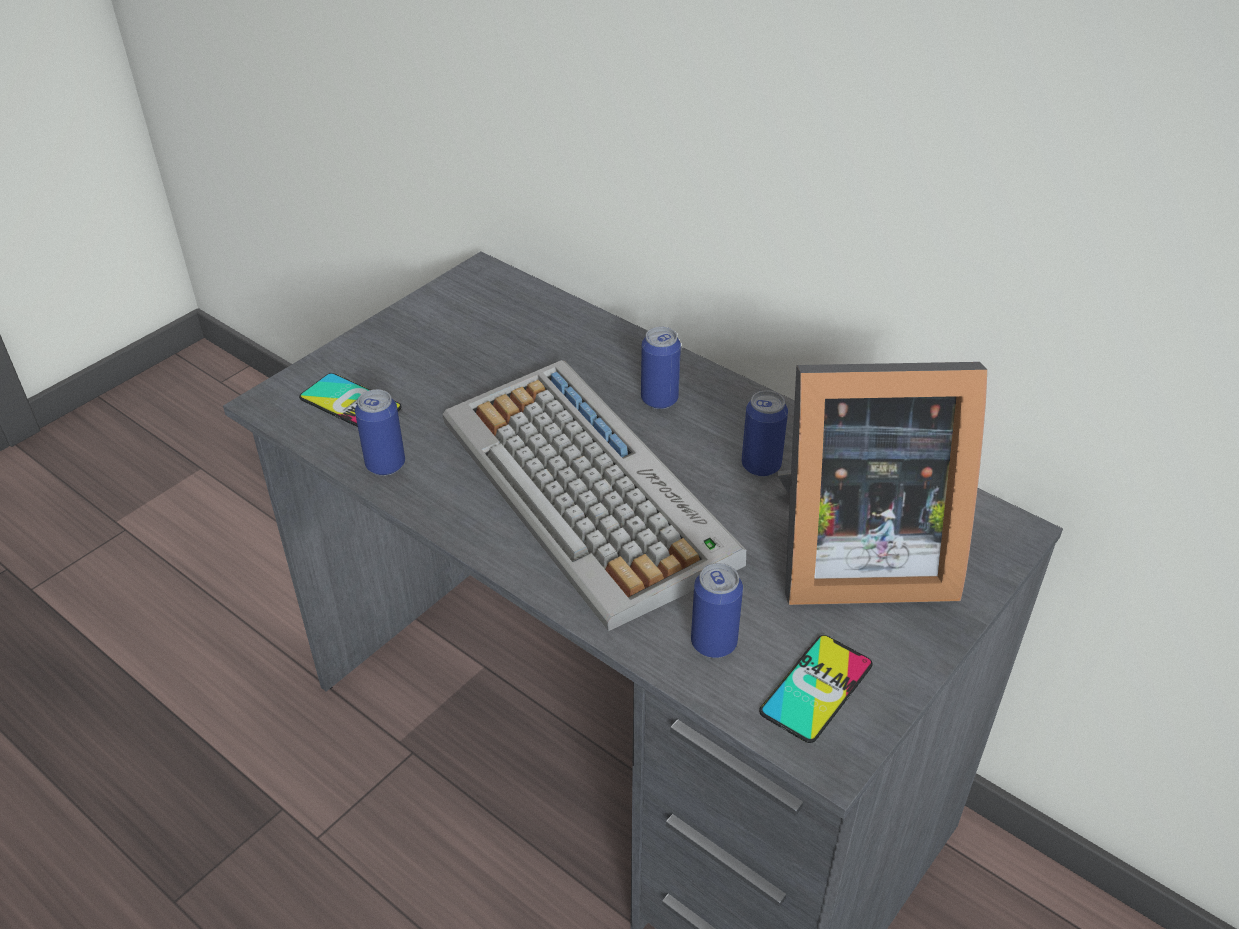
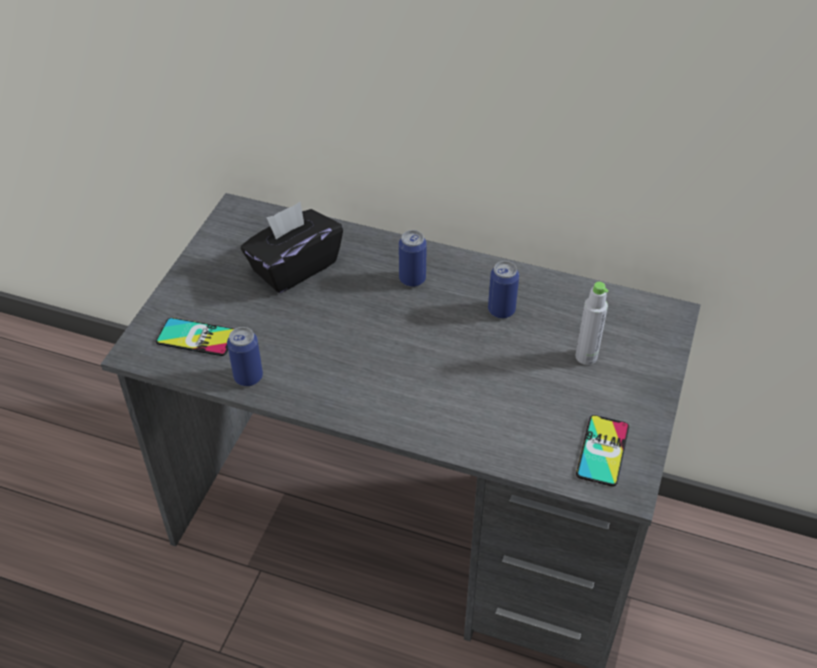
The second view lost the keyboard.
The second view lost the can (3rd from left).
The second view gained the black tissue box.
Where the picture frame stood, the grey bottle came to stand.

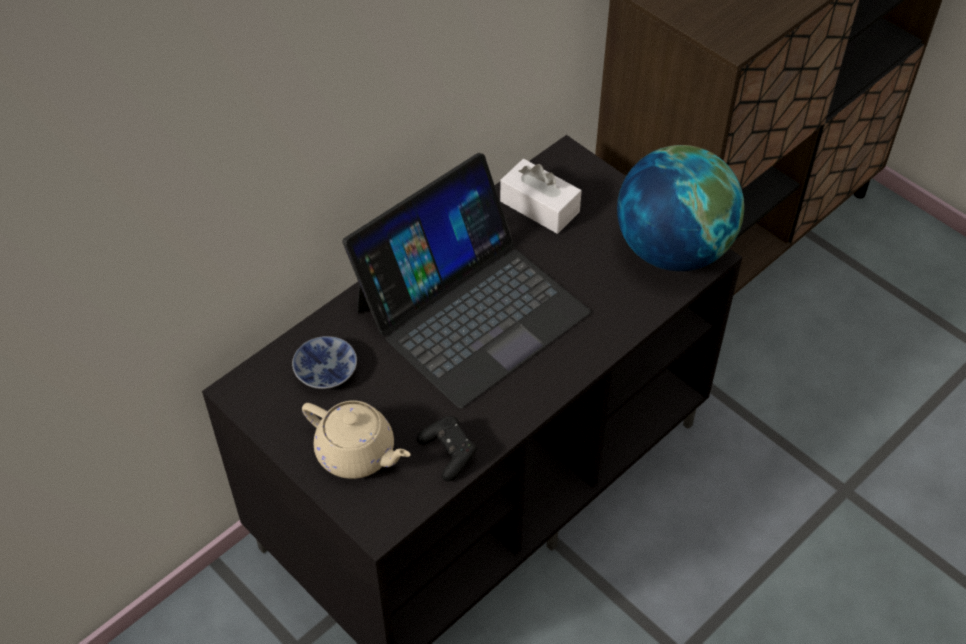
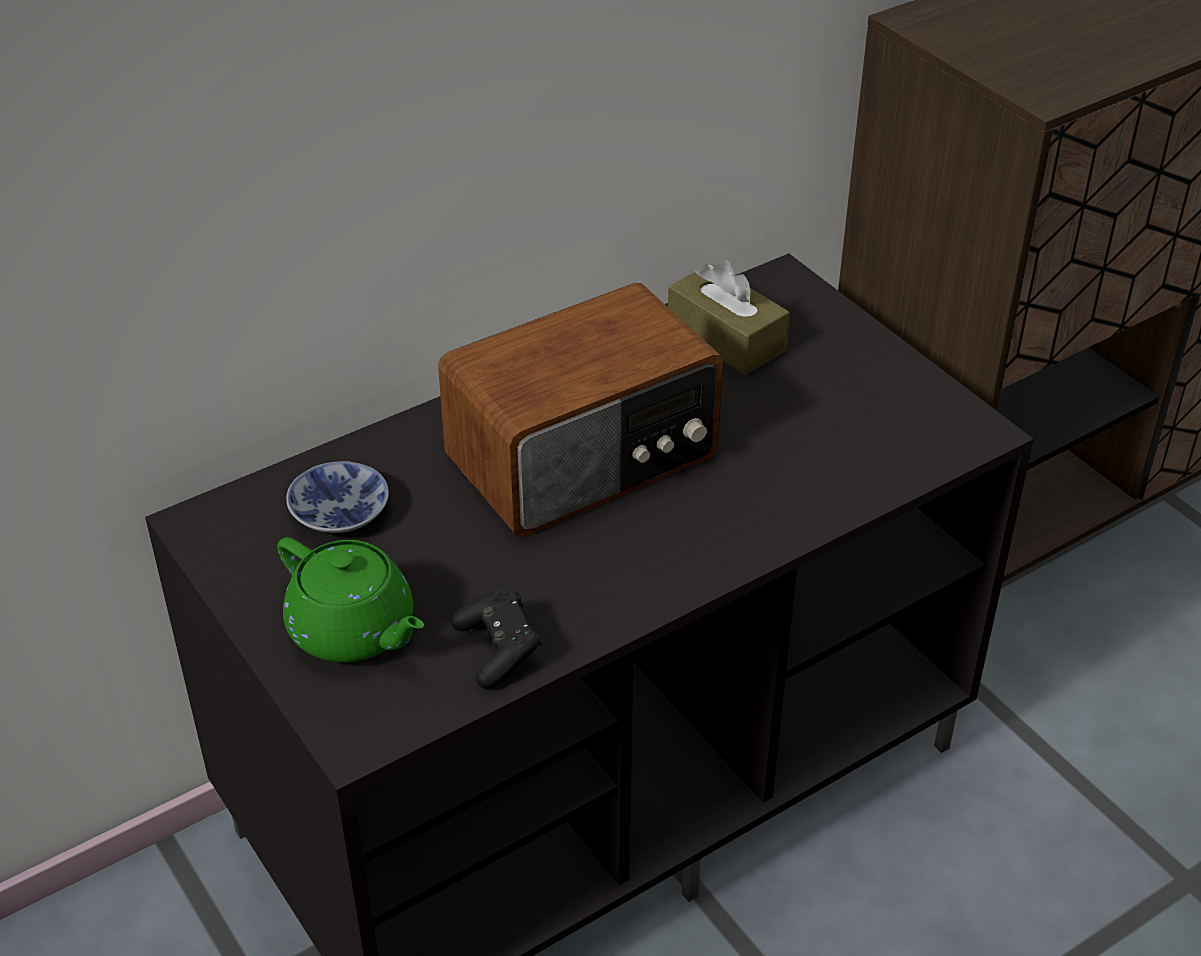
The second view lost the globe.
Where the laptop stood, the radio came to stand.
What was the beige teapot turned into the green teapot.
What was the white tissue box turned into the brown tissue box.

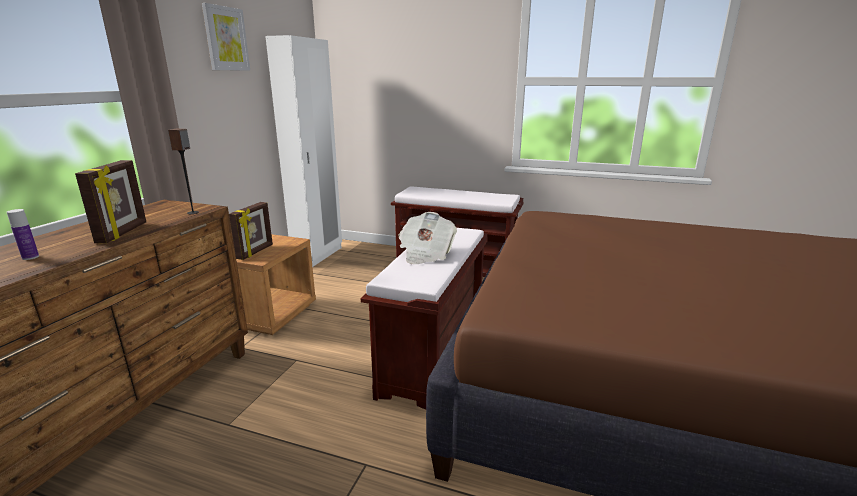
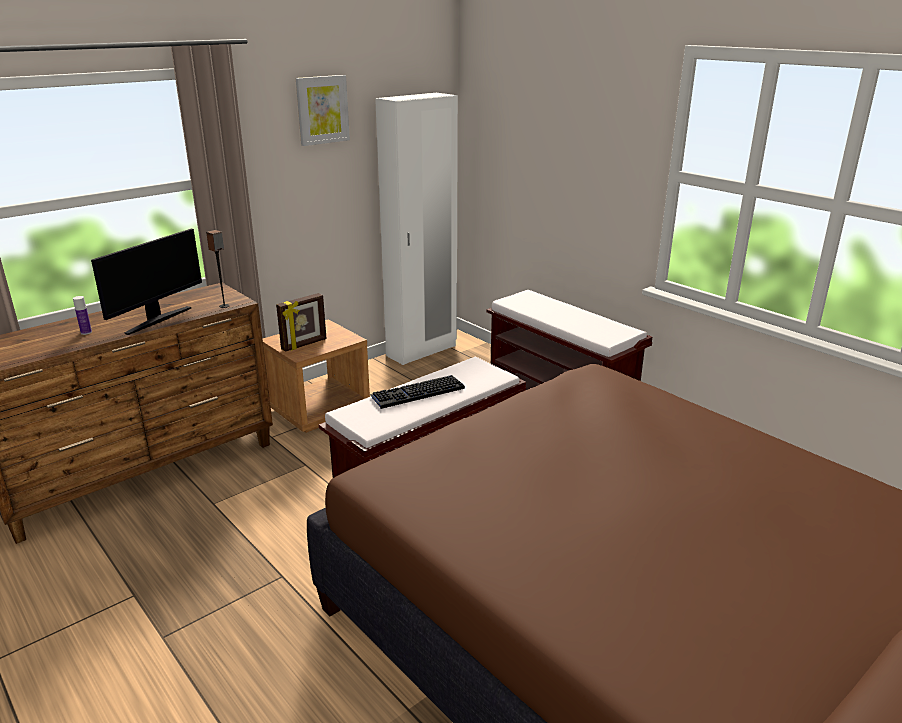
Where the picture frame (1st from left) stood, the monitor came to stand.
Where the newspaper stood, the keyboard came to stand.

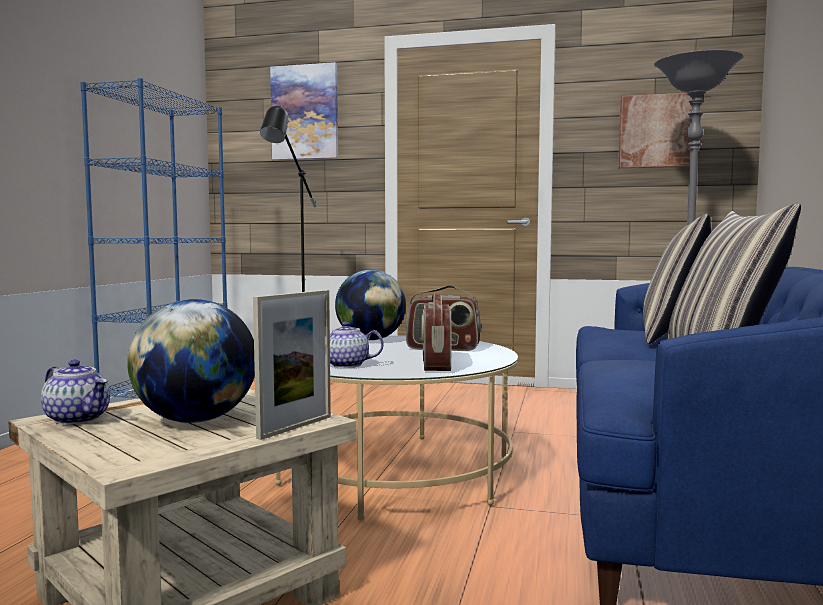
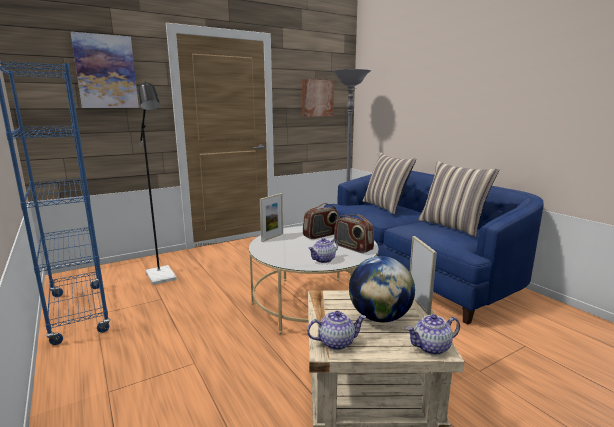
The second view gained the teapot (3rd from left).
Where the globe (2nd from left) stood, the picture frame (1st from left) came to stand.

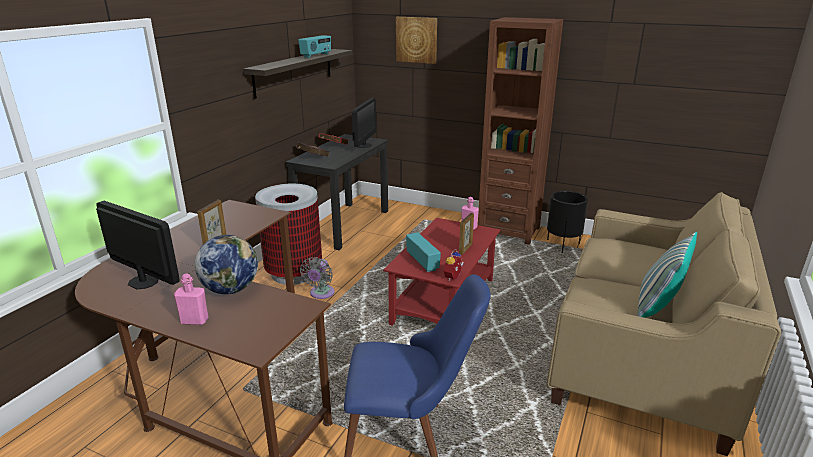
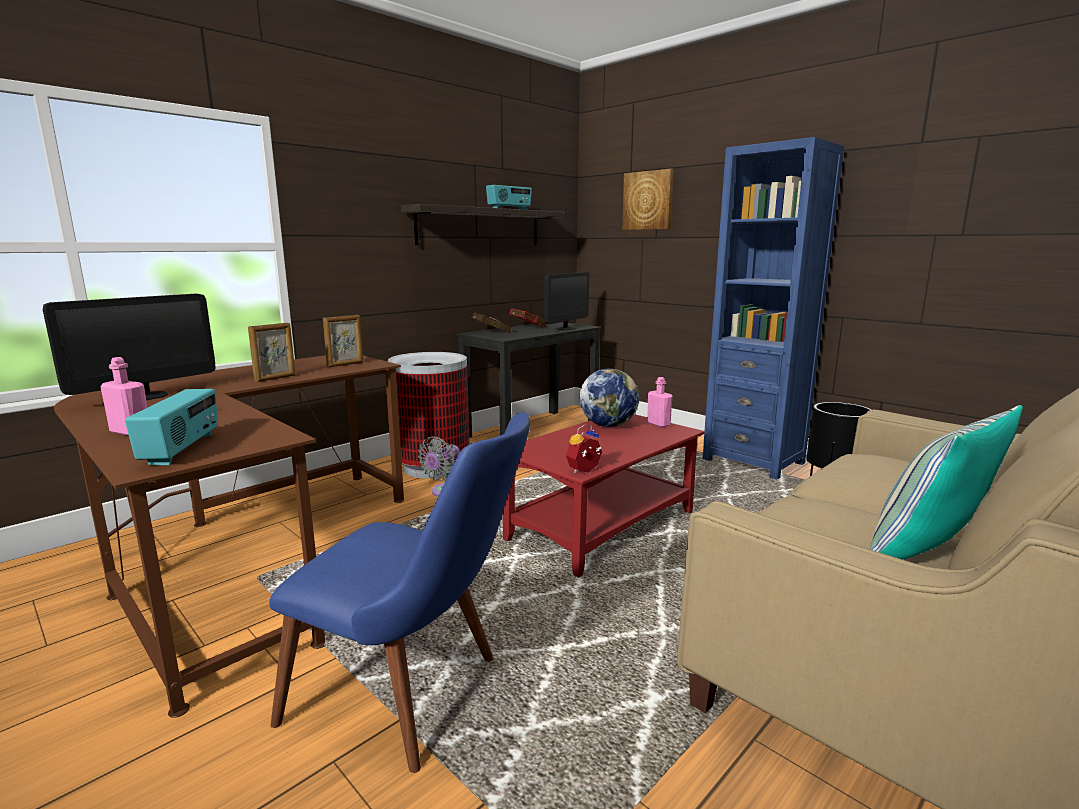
The globe ended up elsewhere.
The radio (2nd from left in the first image) ended up elsewhere.
The picture frame (2nd from left) ended up elsewhere.
What was the brown bookcase turned into the blue bookcase.
The monitor (1st from left) ended up facing another way, 75 degrees clockwise from before.

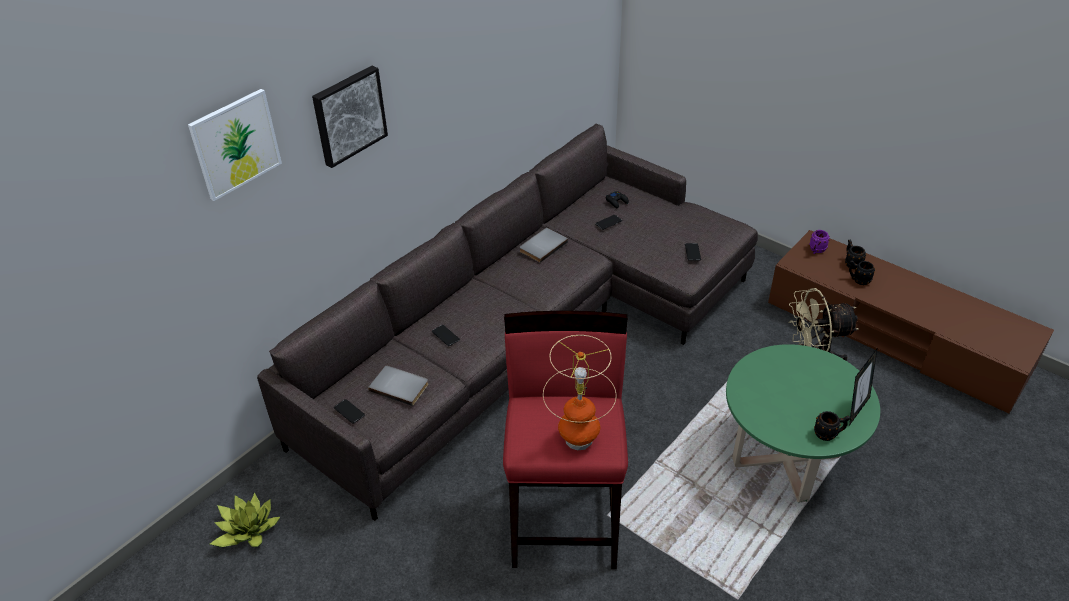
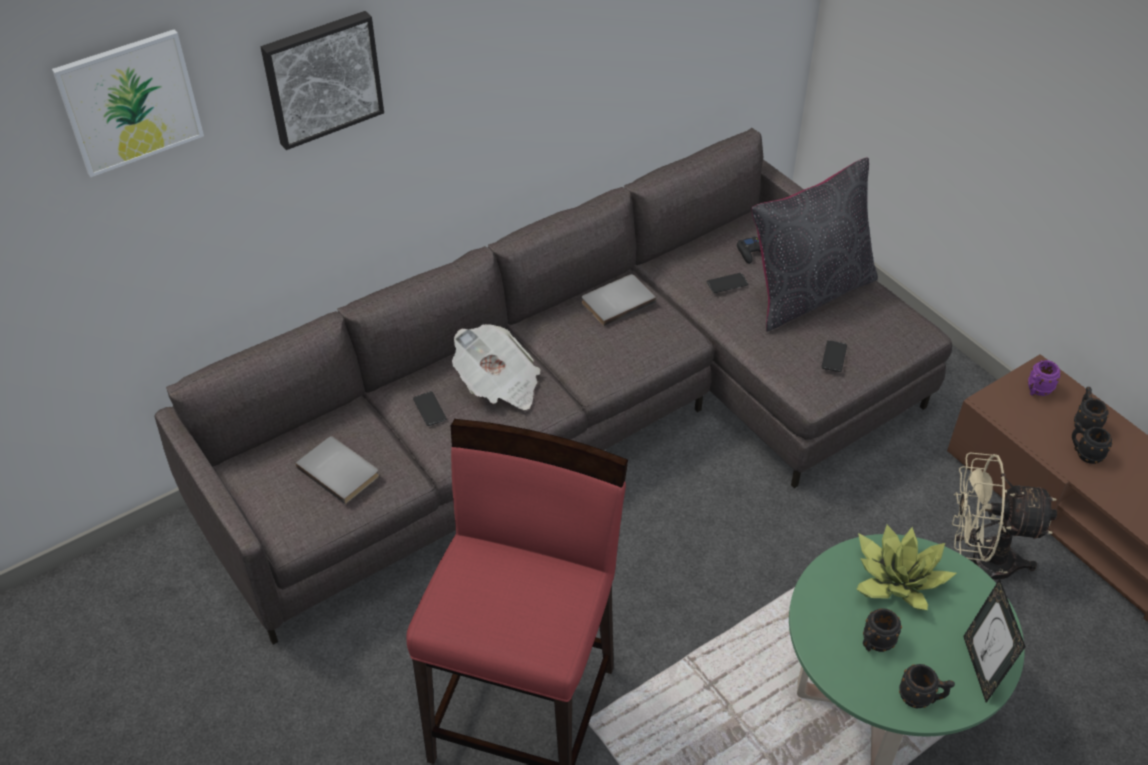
The second view lost the phone (1st from left).
The second view lost the table lamp.
The second view gained the newspaper.
The second view gained the black pillow.
The second view gained the black mug (1st from left).
The potted plant ended up elsewhere.
The picture frame ended up facing another way, 120 degrees clockwise from before.

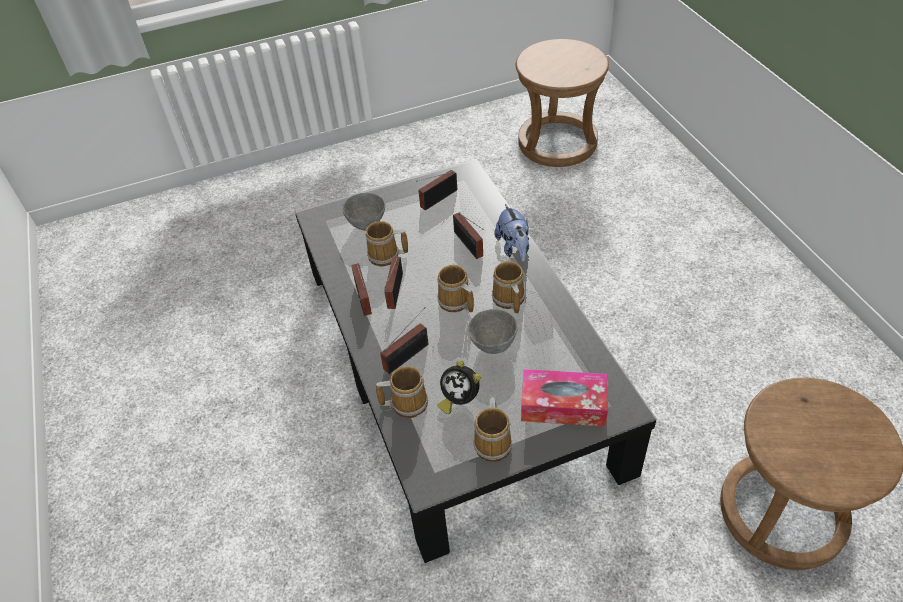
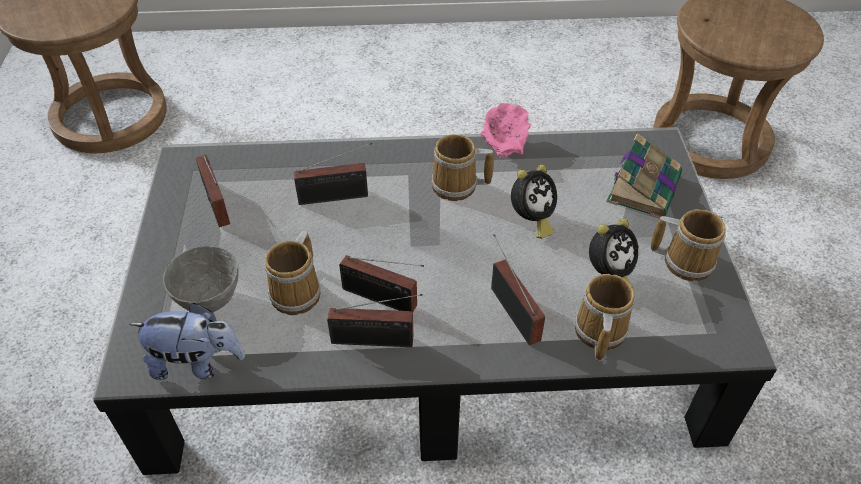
The second view lost the mug (3rd from left).
The second view gained the pink bowl.
The plush toy ended up elsewhere.
Where the grey bowl (2nd from left) stood, the alarm clock (1st from left) came to stand.
Where the tissue box stood, the book came to stand.

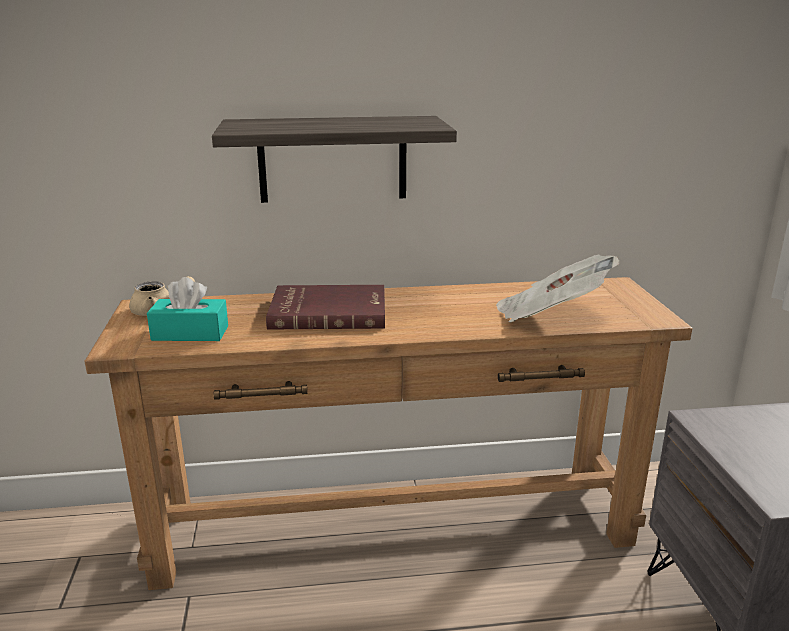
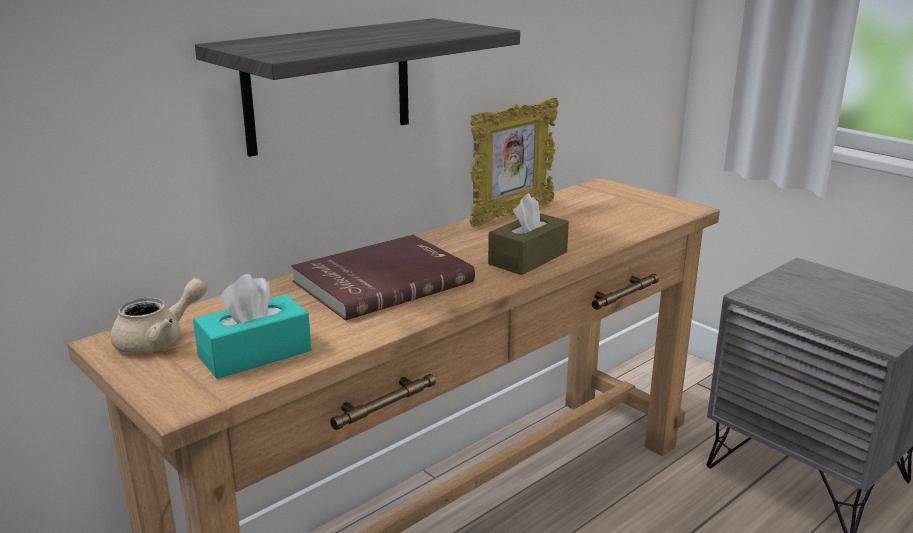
The second view lost the newspaper.
The second view gained the picture frame.
The second view gained the brown tissue box.

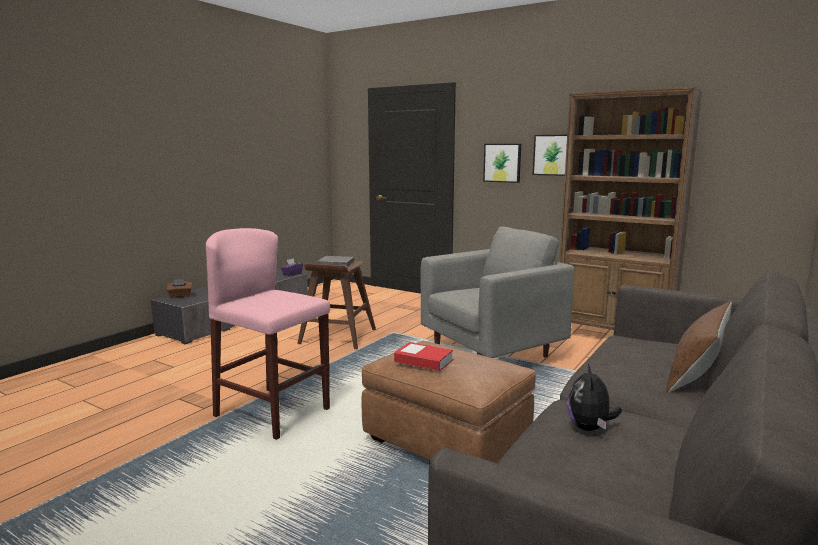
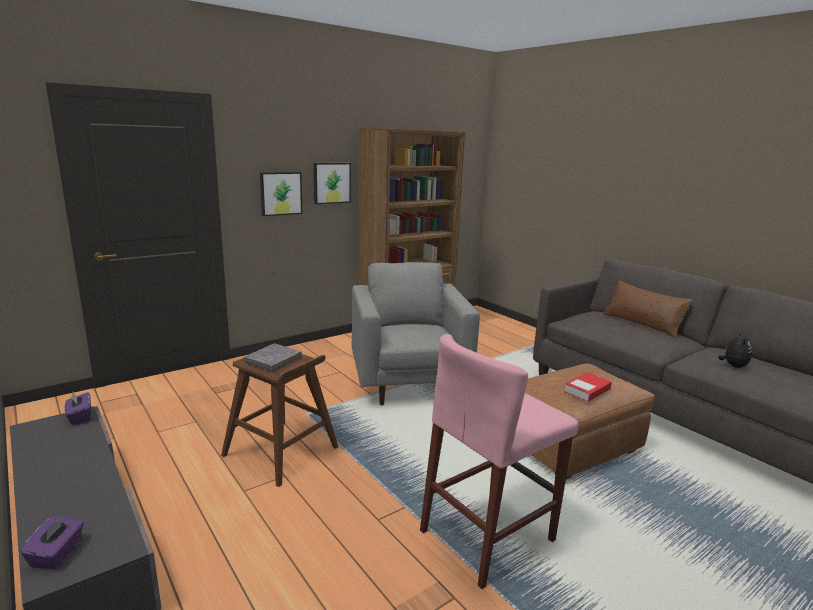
What was the brown tissue box turned into the purple tissue box (1st from left).
The plush toy ended up facing another way, 105 degrees counterclockwise from before.

